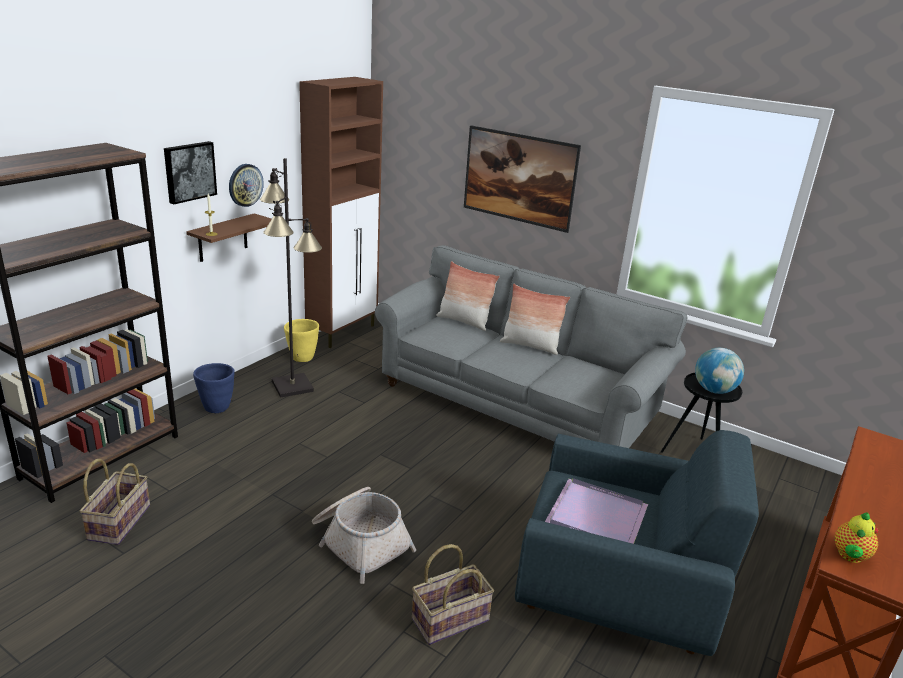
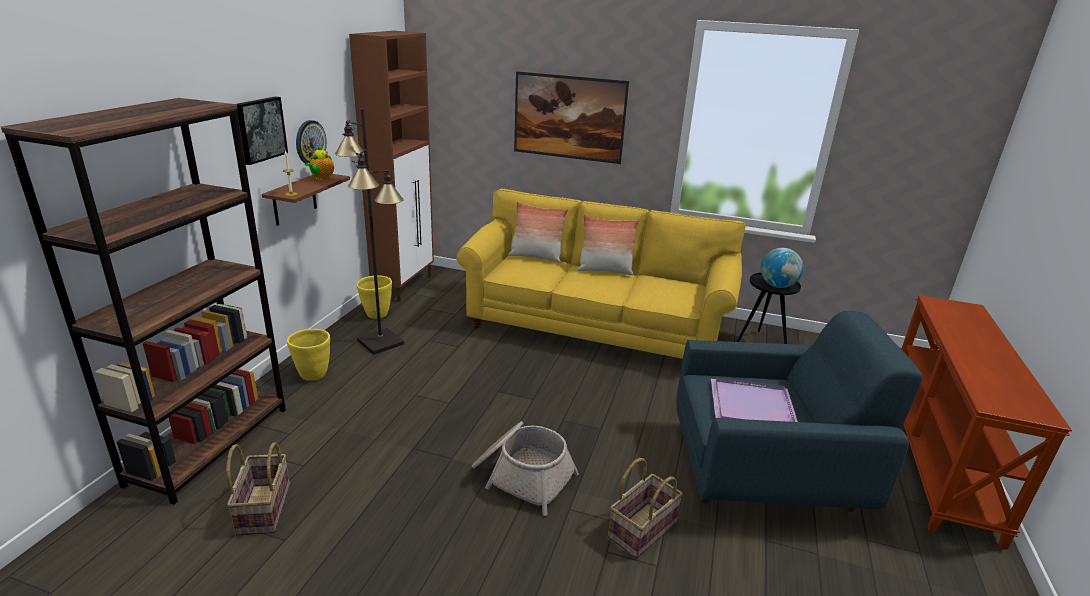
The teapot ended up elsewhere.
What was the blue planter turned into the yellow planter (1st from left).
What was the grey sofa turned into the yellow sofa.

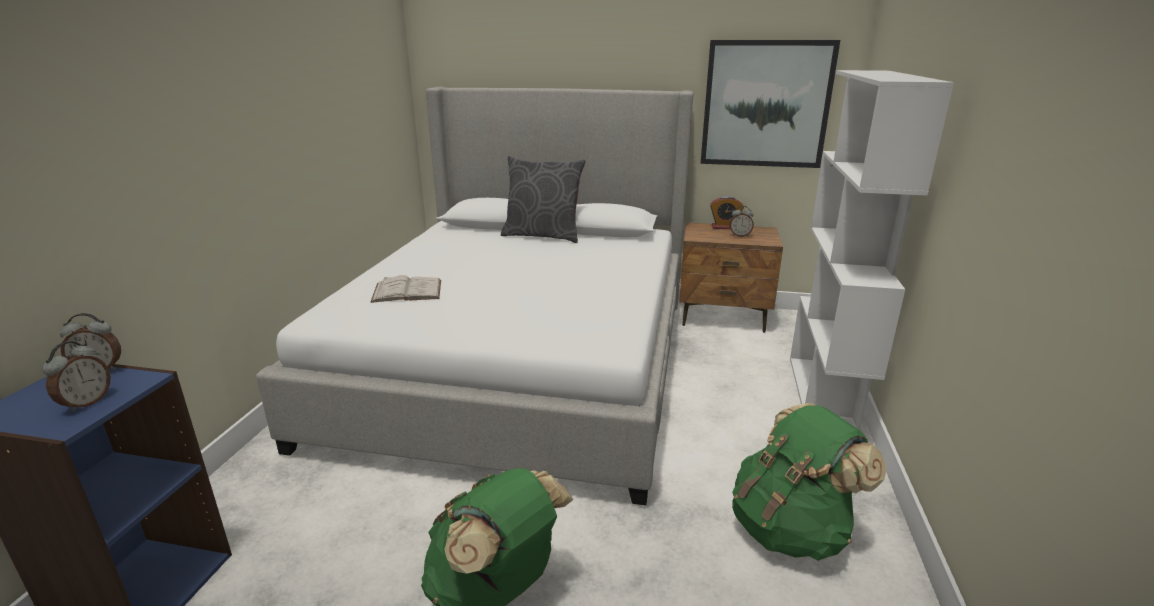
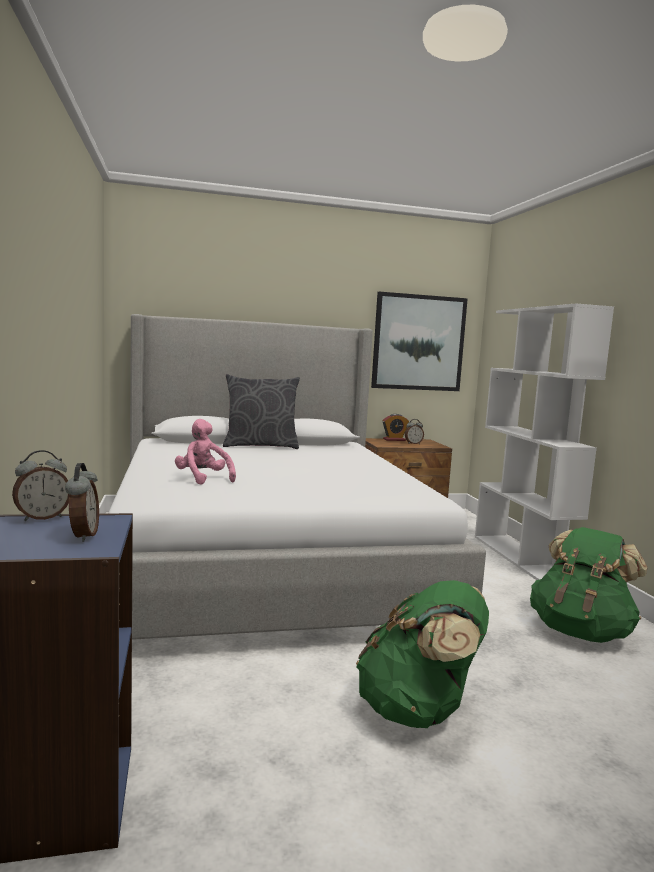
Where the white book stood, the pink plush toy came to stand.

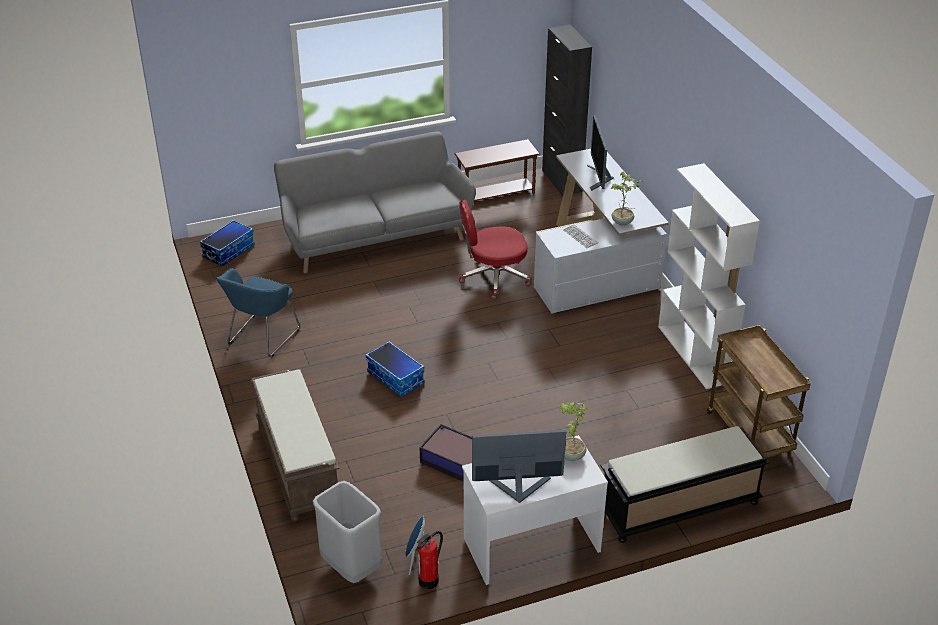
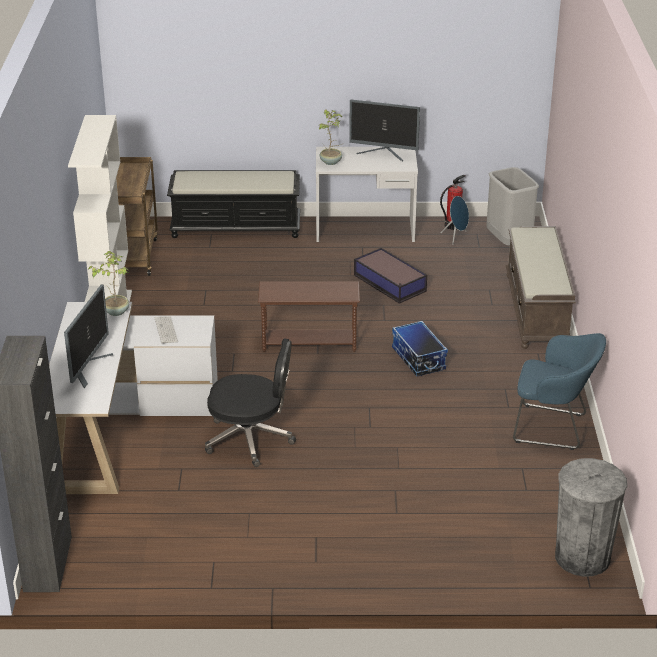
The second view lost the grey sofa.
The brown side table ended up elsewhere.
Where the storage box (1st from left) stood, the grey trash can (2nd from left) came to stand.
What was the red office chair turned into the black office chair.
The blue armchair ended up facing another way, 60 degrees clockwise from before.

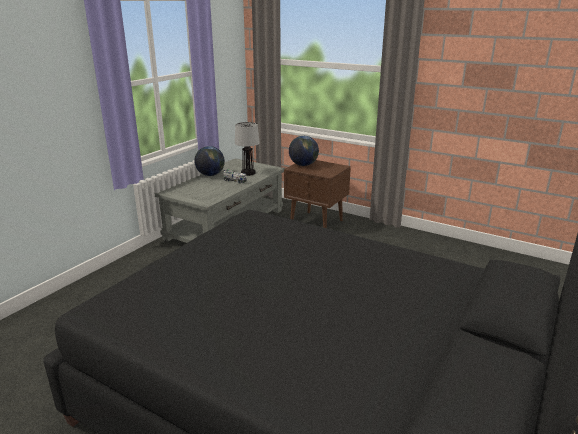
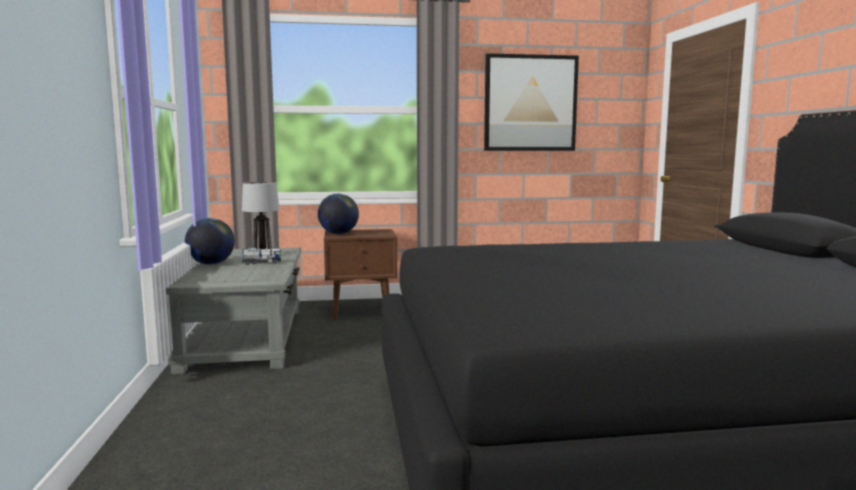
The second view gained the picture.

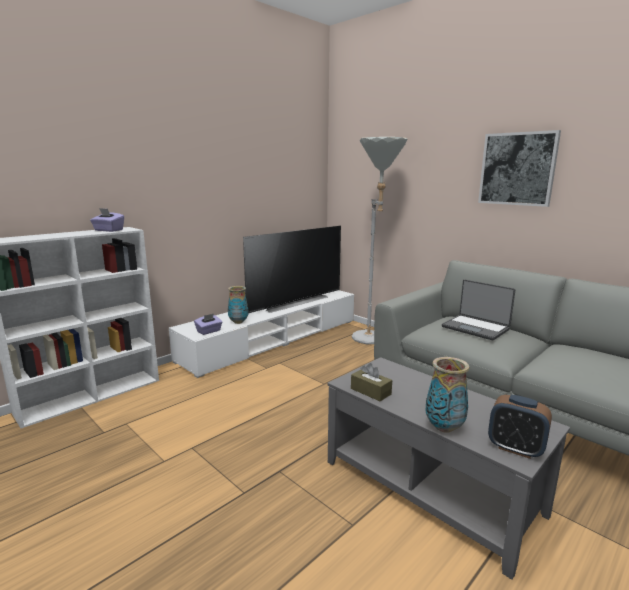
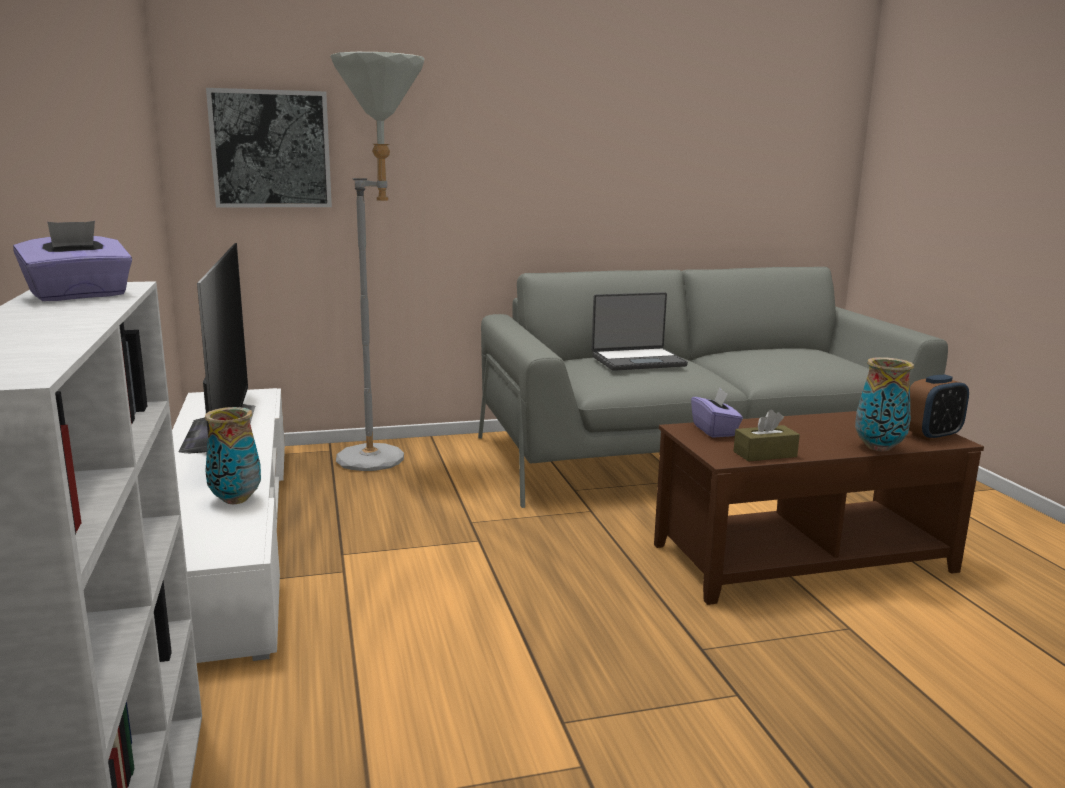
The purple tissue box (2nd from left) ended up elsewhere.
The picture ended up elsewhere.
What was the grey coffee table turned into the brown coffee table.

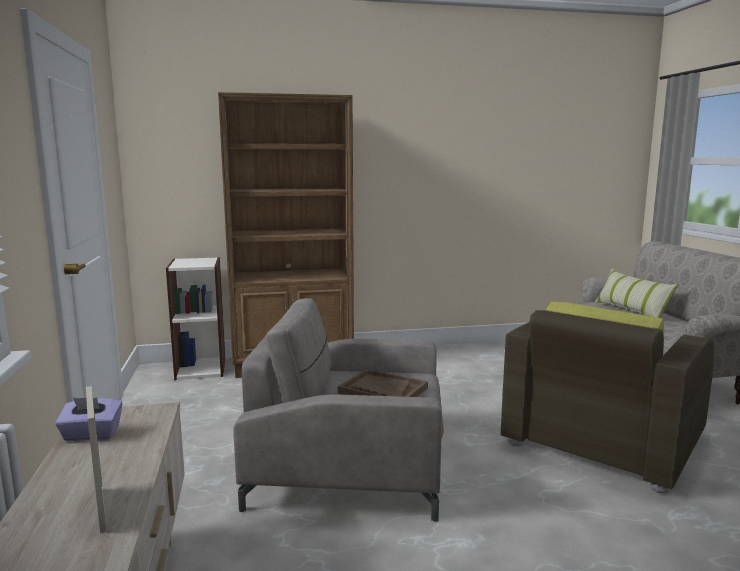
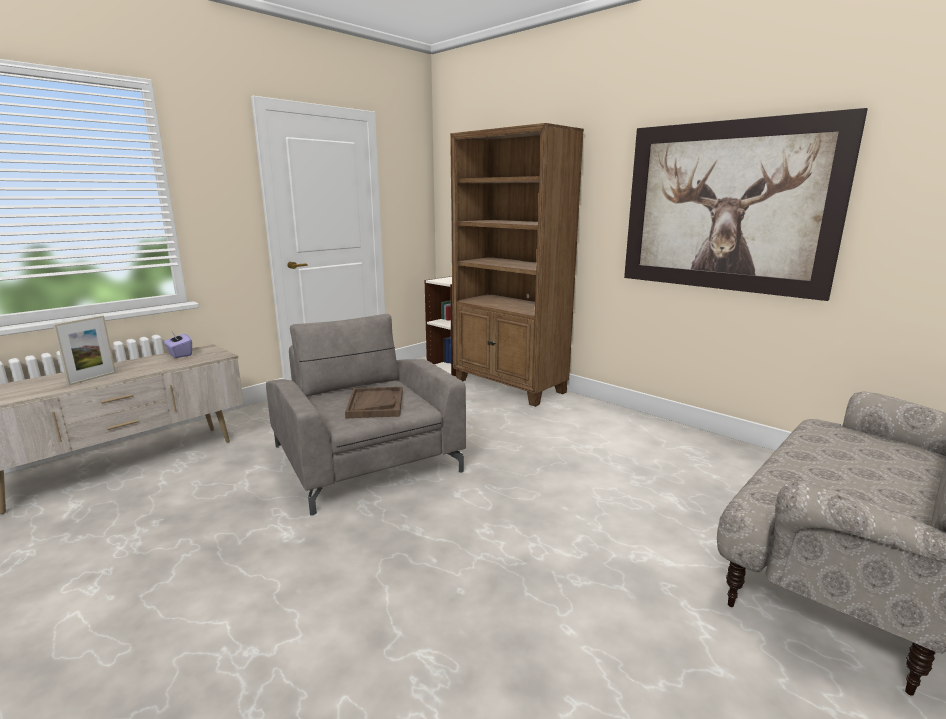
The second view lost the brown armchair.
The second view lost the pillow.
The second view gained the picture.

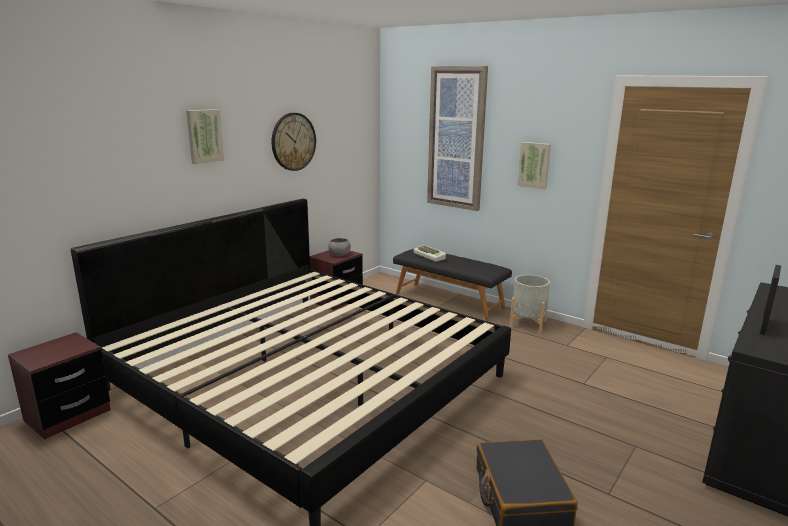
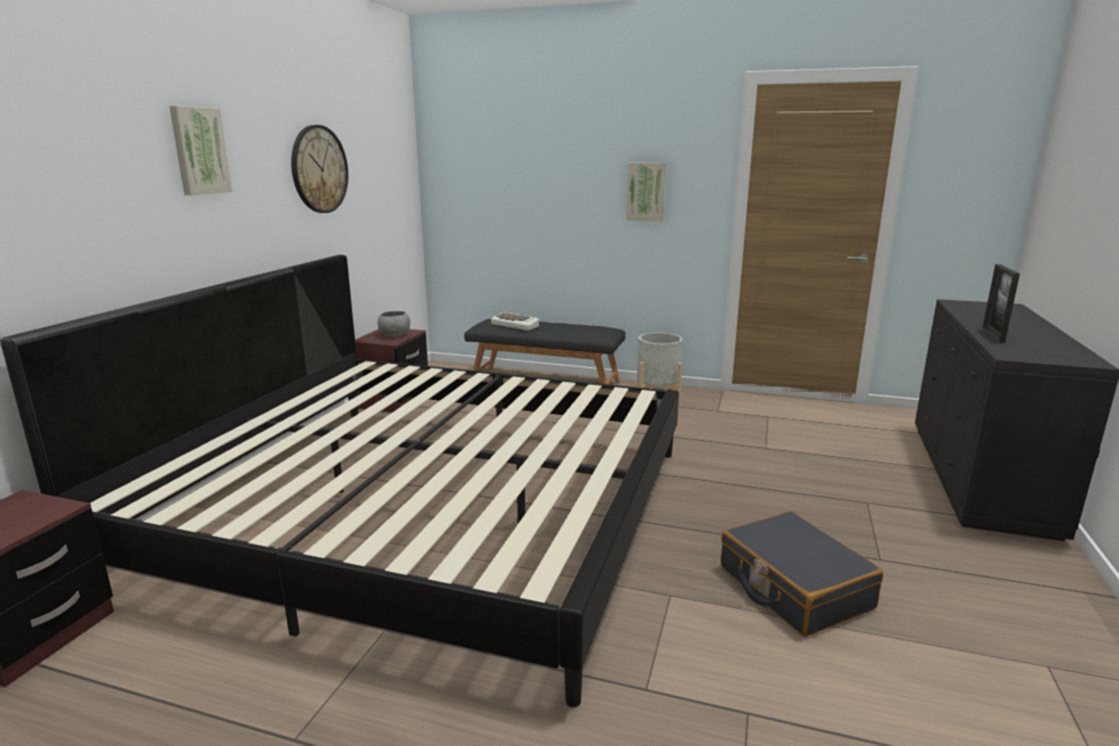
The second view lost the picture (2nd from left).

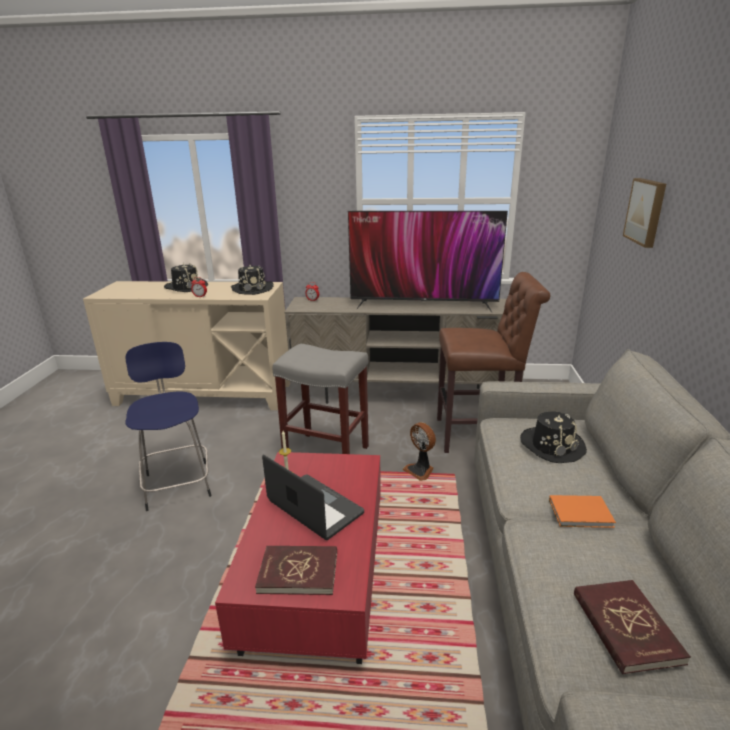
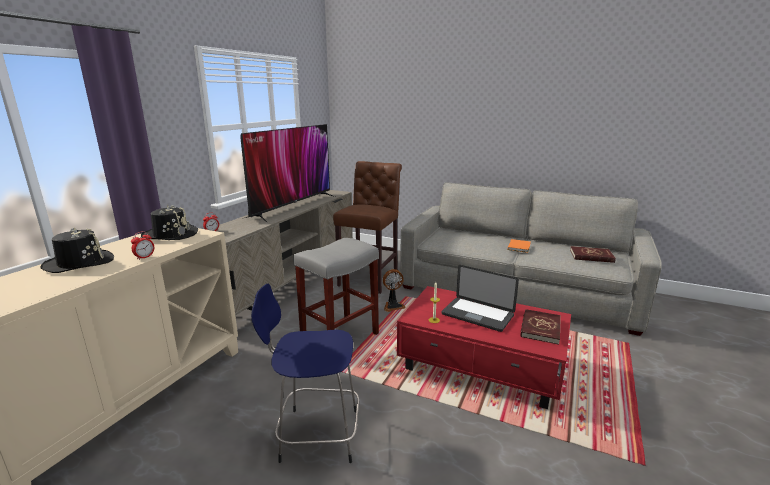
The second view lost the black hat (3rd from left).
The second view lost the picture.
The laptop ended up facing another way, 120 degrees counterclockwise from before.

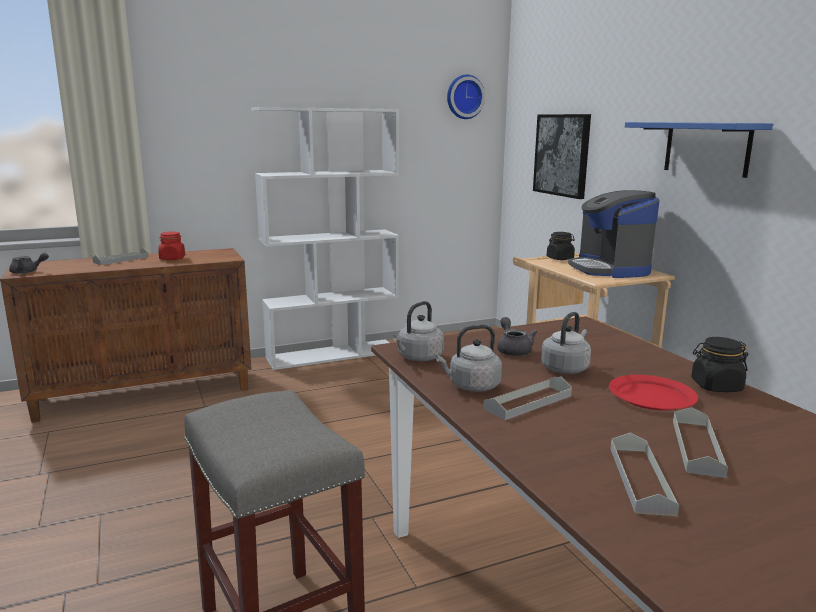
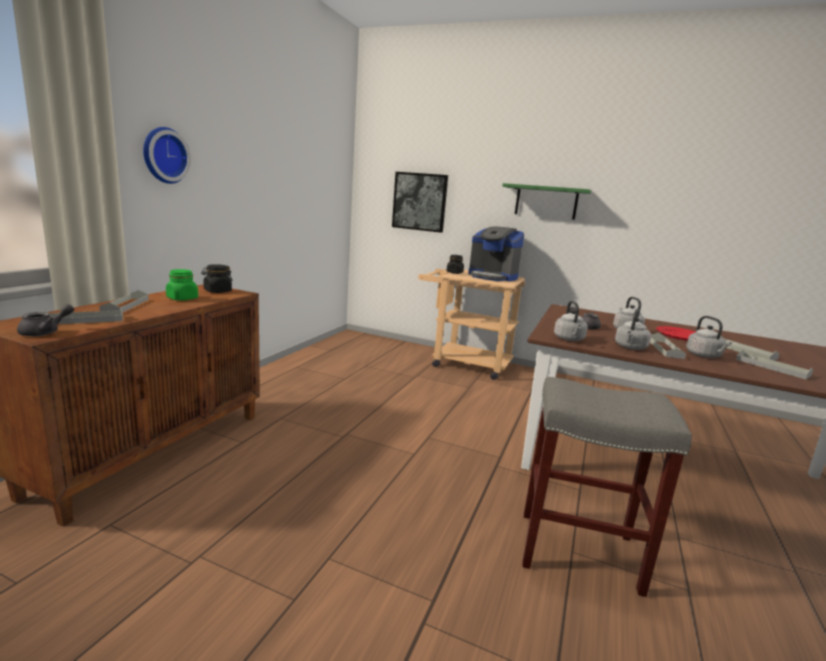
The second view lost the white bookcase.
The second view gained the grey tray (1st from left).
The second view gained the grey kettle (4th from left).
The wall clock ended up elsewhere.
The black jar (2nd from left in the first image) ended up elsewhere.
What was the red jar turned into the green jar.
What was the blue shelf turned into the green shelf.

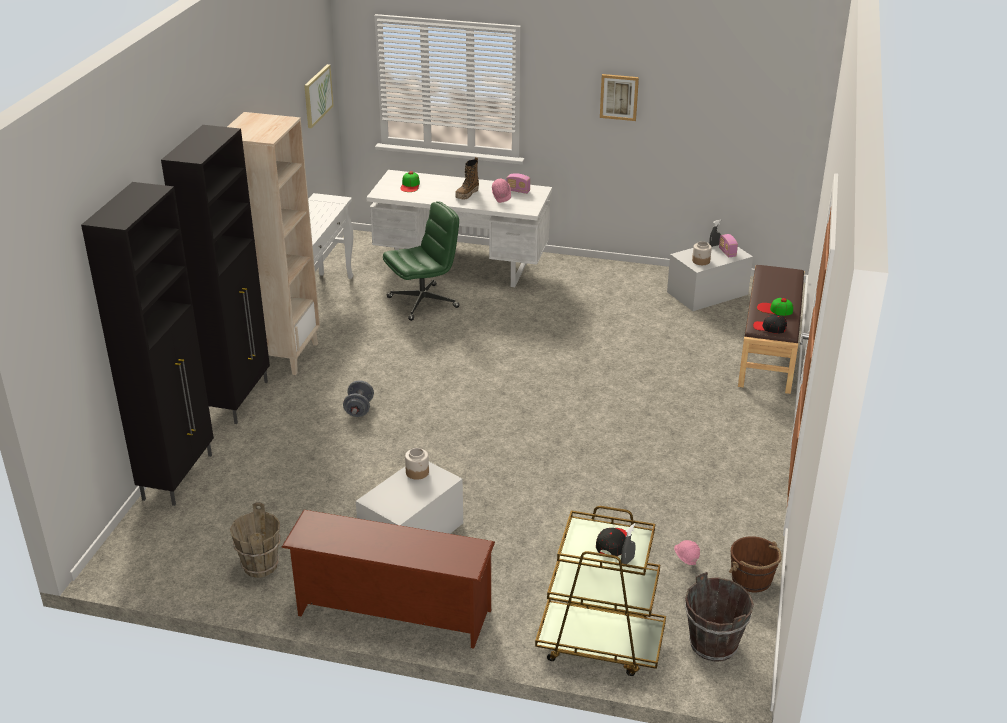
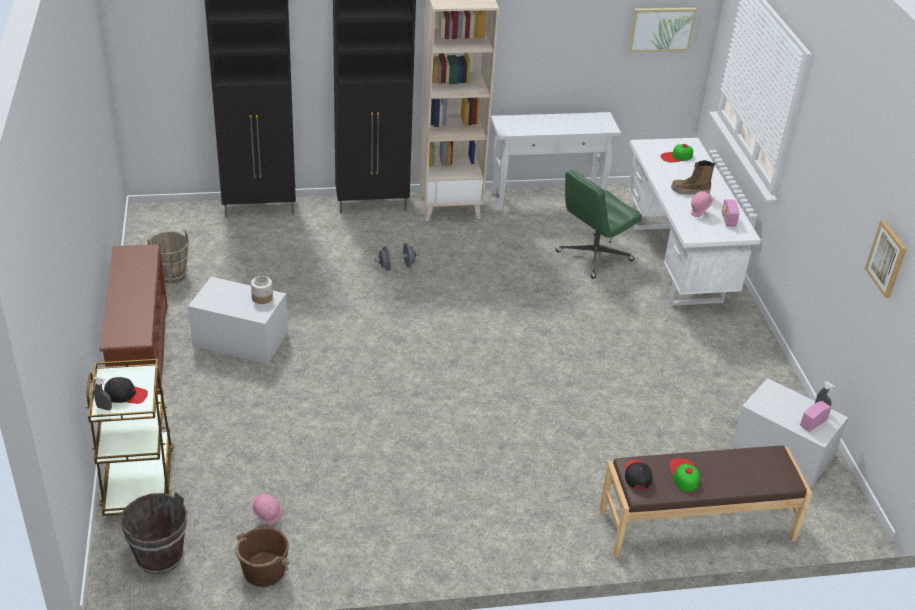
The second view lost the jar (2nd from left).
The picture (2nd from left) ended up elsewhere.
The green office chair ended up facing another way, 105 degrees clockwise from before.

